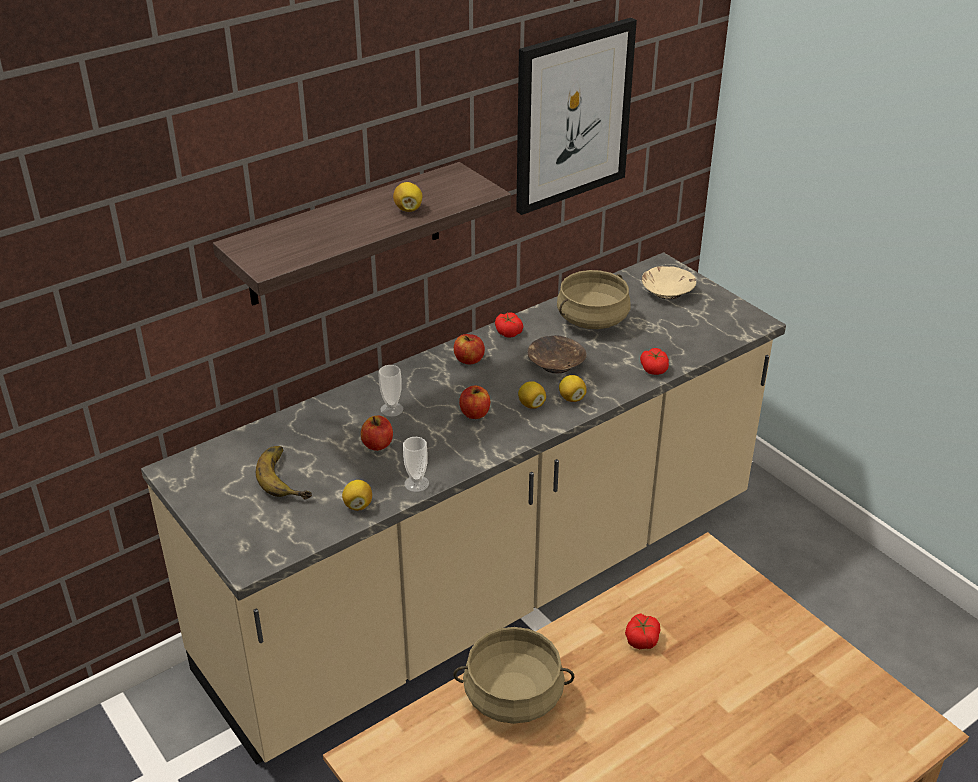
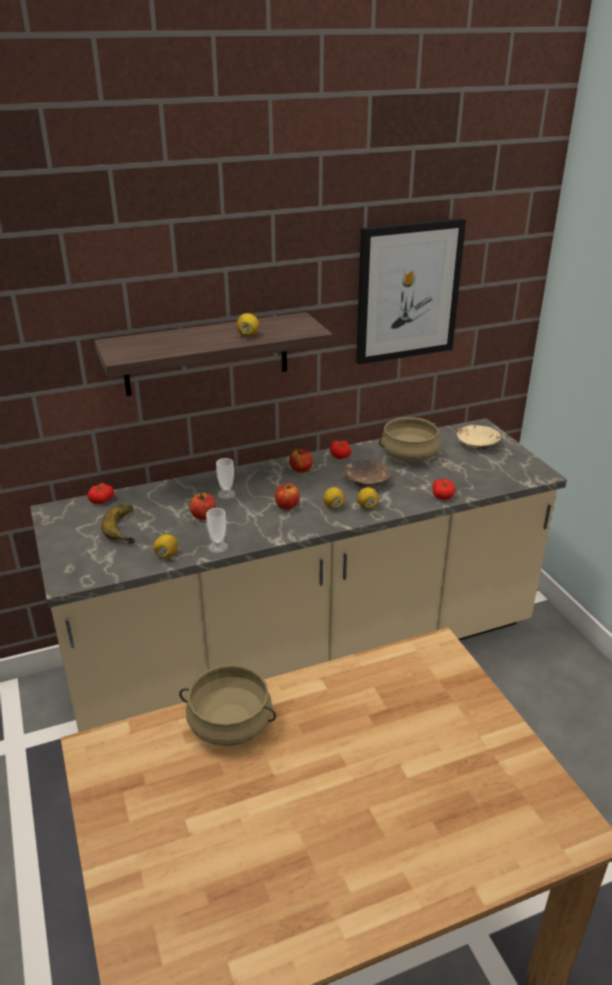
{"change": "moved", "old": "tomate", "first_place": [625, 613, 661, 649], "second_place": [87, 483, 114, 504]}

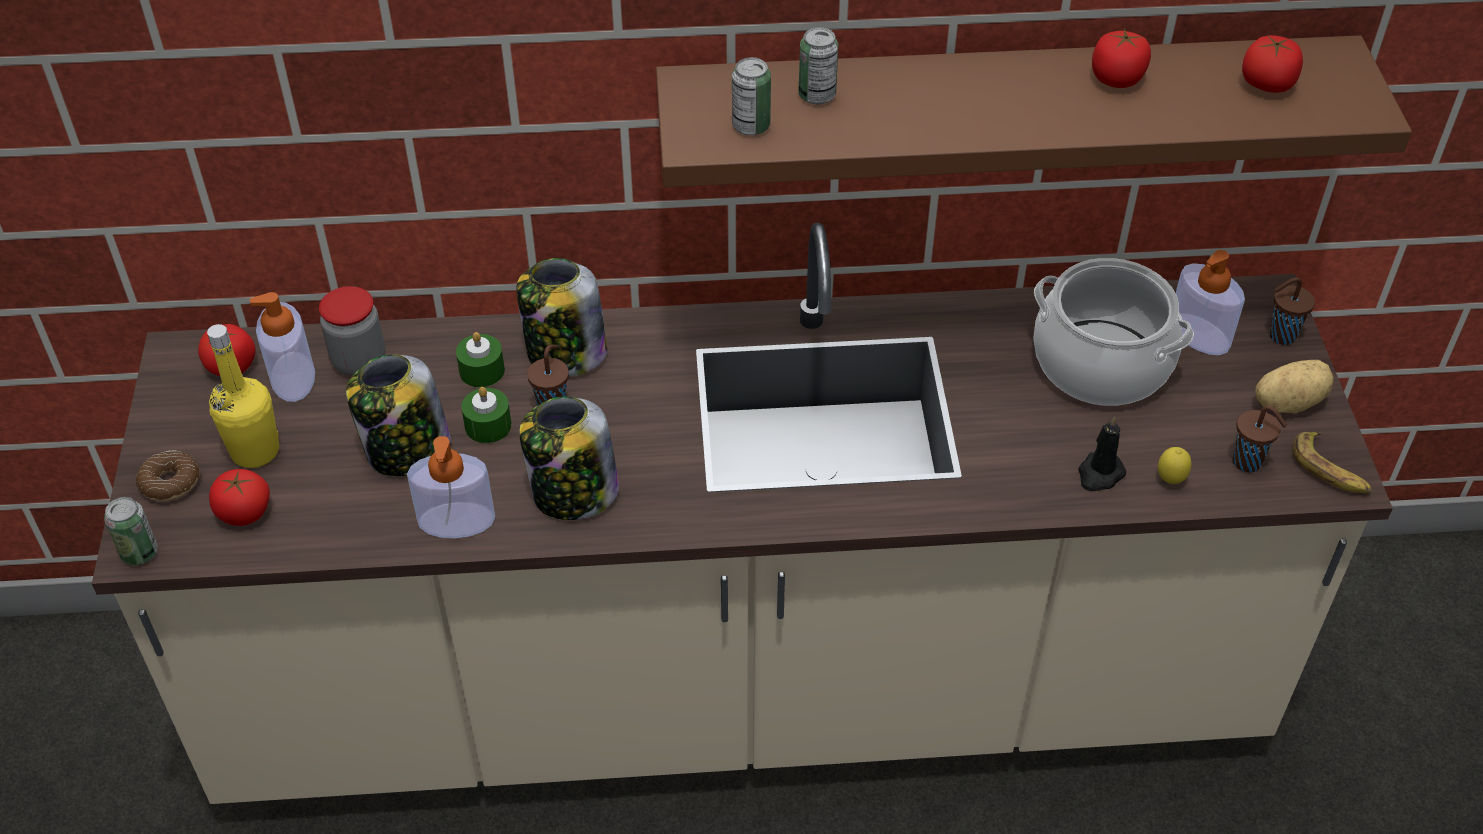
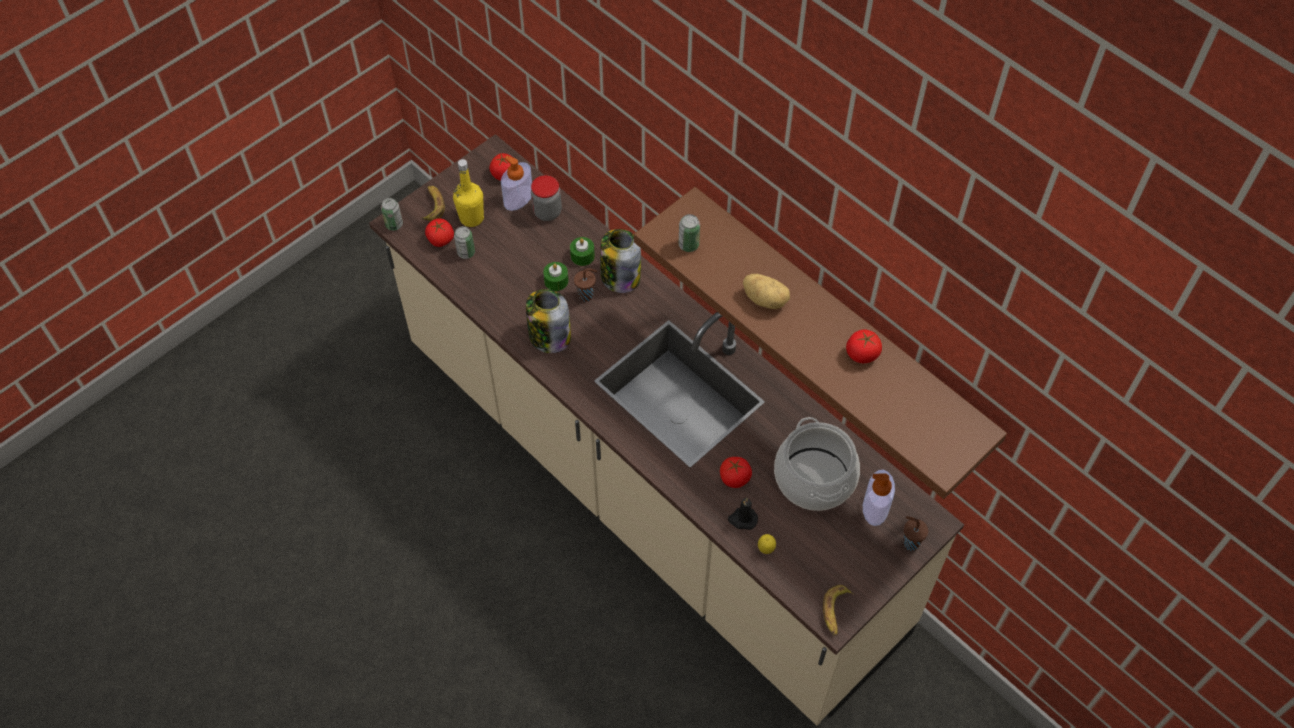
{"change": "replaced", "old": "rosquilla", "new": "plátano", "first_place": [136, 450, 200, 502], "second_place": [421, 185, 445, 221]}
{"change": "moved", "old": "lata", "first_place": [799, 27, 838, 104], "second_place": [454, 226, 475, 259]}
{"change": "moved", "old": "tomate", "first_place": [1242, 35, 1303, 93], "second_place": [720, 457, 752, 488]}
{"change": "moved", "old": "patata", "first_place": [1255, 360, 1334, 413], "second_place": [743, 274, 790, 309]}
{"change": "removed", "old": "tarro", "first_place": [346, 354, 451, 476]}
{"change": "removed", "old": "dispensador de jabón", "first_place": [407, 436, 495, 538]}
{"change": "removed", "old": "taza (marrón)", "first_place": [1232, 405, 1287, 472]}

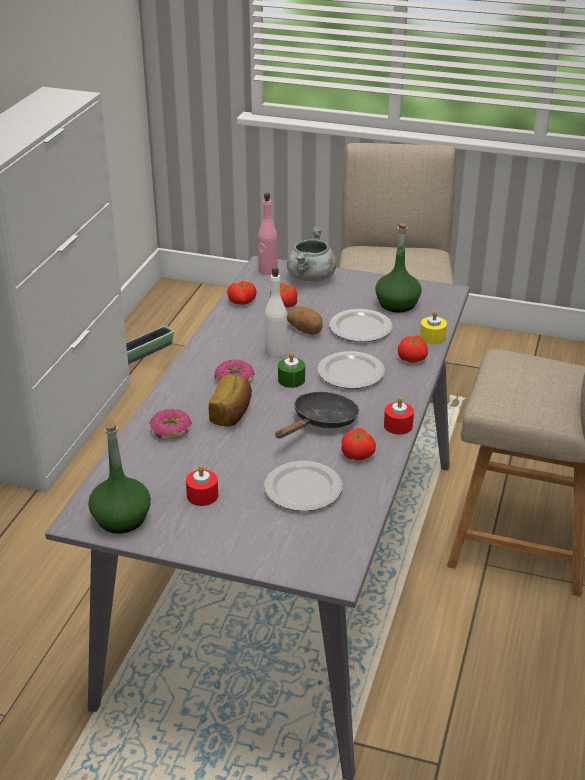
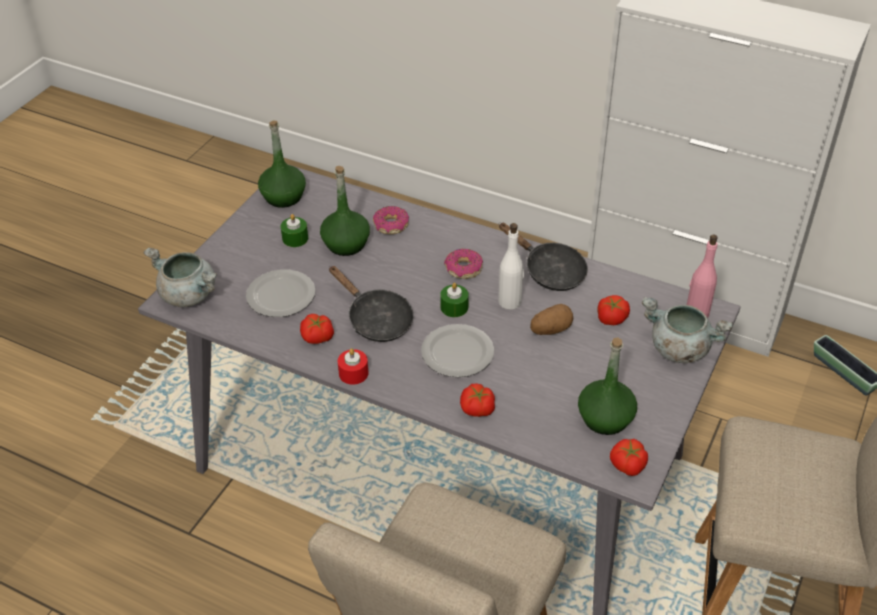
{"change": "added", "new": "olla (gris)", "second_place": [143, 247, 217, 307]}
{"change": "recoloured", "old": "vela (rojo)", "new": "vela (verde)", "first_place": [186, 466, 218, 506], "second_place": [281, 214, 308, 247]}
{"change": "added", "new": "botella (verde)", "second_place": [320, 166, 370, 256]}
{"change": "added", "new": "sartén (negro)", "second_place": [499, 223, 588, 291]}
{"change": "moved", "old": "tomate", "first_place": [227, 281, 256, 305], "second_place": [610, 439, 648, 476]}
{"change": "removed", "old": "pan", "first_place": [209, 375, 252, 427]}
{"change": "removed", "old": "plato", "first_place": [329, 309, 393, 342]}
{"change": "removed", "old": "vela (amarillo)", "first_place": [420, 311, 447, 344]}

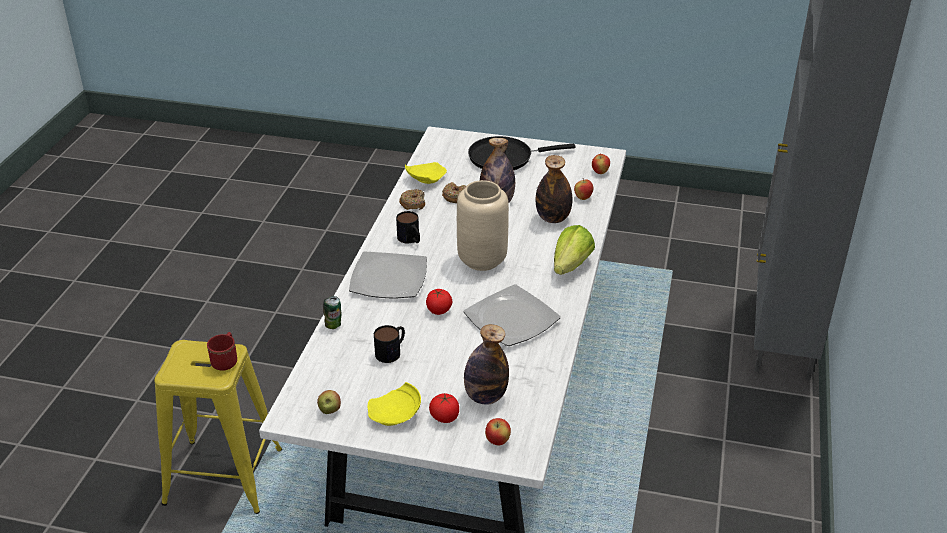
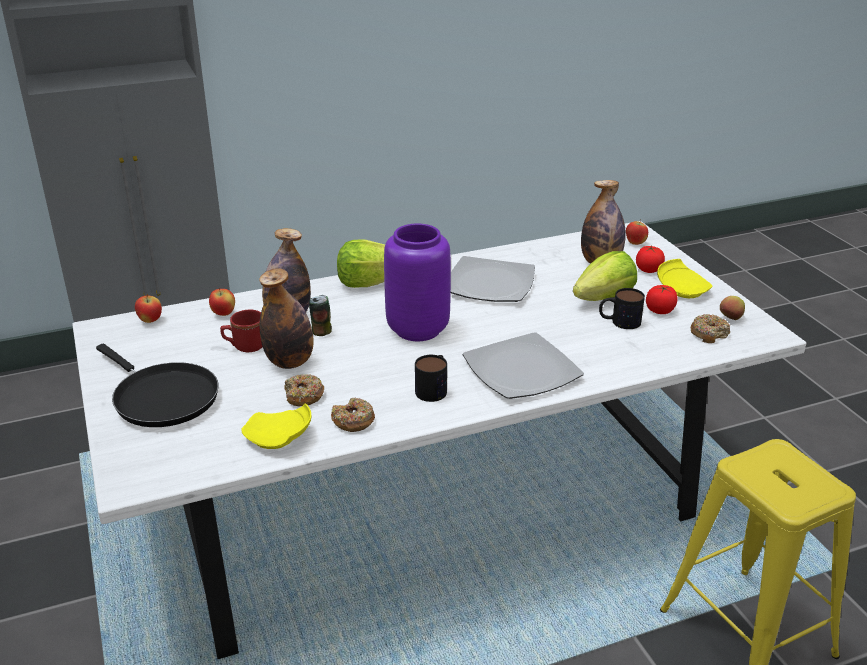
{"change": "moved", "old": "taza grande (rojo)", "first_place": [207, 332, 237, 371], "second_place": [220, 310, 262, 352]}
{"change": "moved", "old": "lata", "first_place": [323, 296, 341, 329], "second_place": [309, 295, 332, 336]}
{"change": "recoloured", "old": "florero (beis)", "new": "florero (morado)", "first_place": [457, 180, 509, 271], "second_place": [384, 223, 451, 341]}
{"change": "added", "new": "lechuga", "second_place": [573, 251, 637, 301]}
{"change": "moved", "old": "tomate", "first_place": [426, 289, 452, 315], "second_place": [646, 285, 678, 314]}
{"change": "added", "new": "rosquilla", "second_place": [691, 314, 730, 343]}

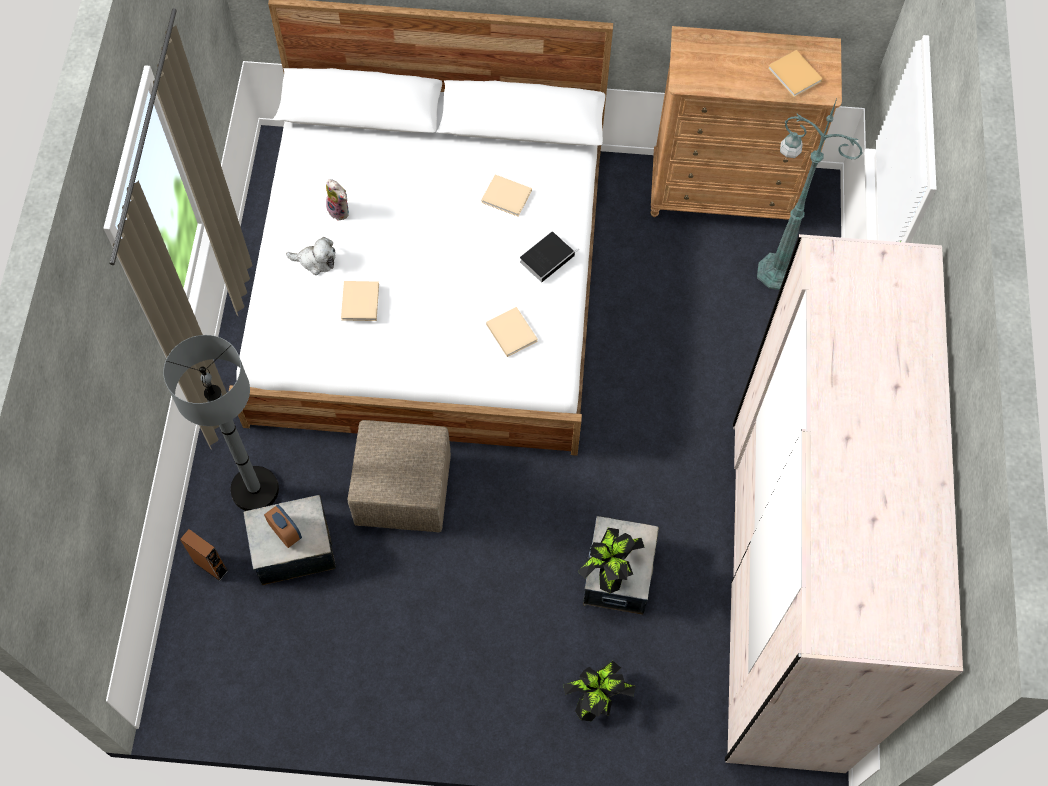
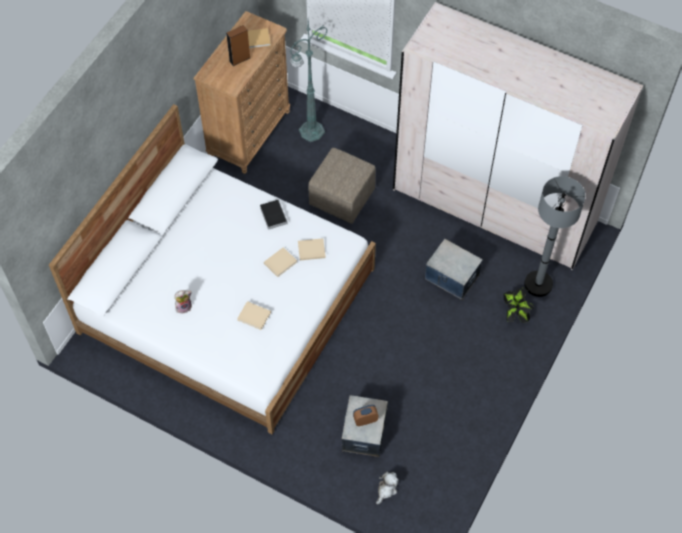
{"change": "moved", "old": "altavoz (marrón)", "first_place": [180, 529, 228, 581], "second_place": [226, 25, 250, 66]}
{"change": "moved", "old": "libro (beis)", "first_place": [481, 174, 532, 217], "second_place": [264, 247, 297, 277]}
{"change": "moved", "old": "puf (beis)", "first_place": [348, 420, 451, 533], "second_place": [308, 148, 376, 224]}
{"change": "moved", "old": "peluche", "first_place": [286, 237, 336, 275], "second_place": [376, 471, 399, 504]}
{"change": "moved", "old": "lámpara de pie (gris)", "first_place": [163, 335, 279, 511], "second_place": [524, 176, 586, 297]}
{"change": "removed", "old": "planta en maceta", "first_place": [578, 528, 645, 593]}

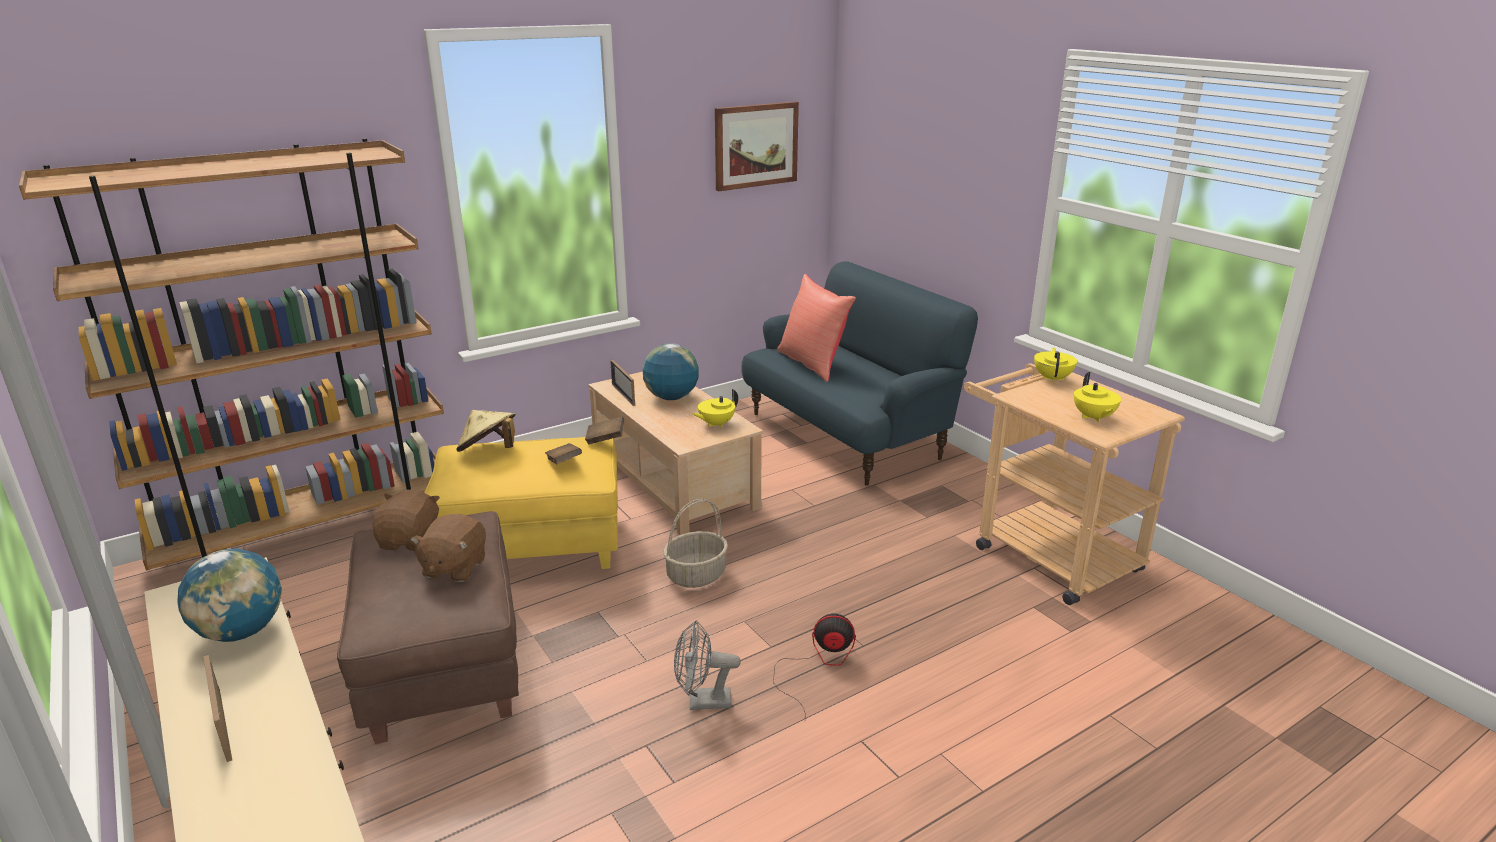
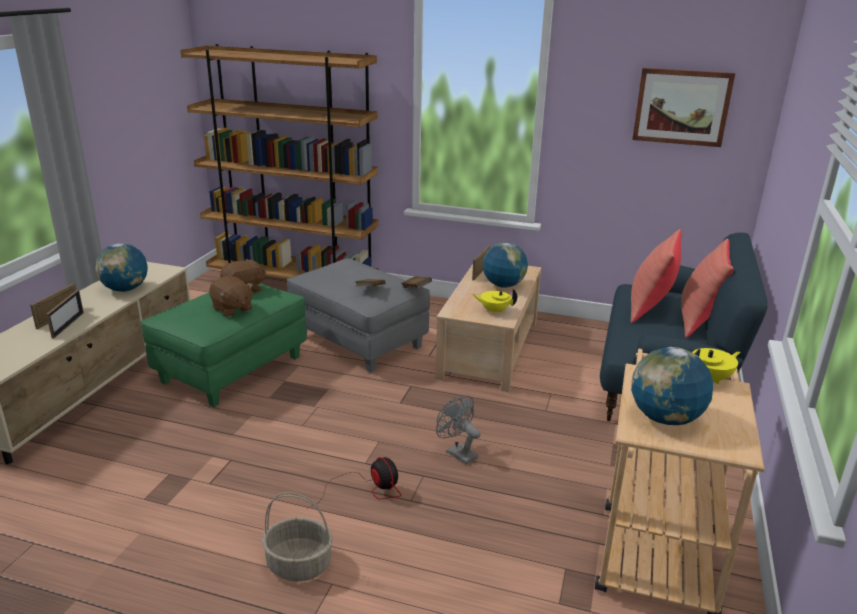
{"change": "added", "new": "portarretratos", "second_place": [46, 290, 84, 339]}
{"change": "recoloured", "old": "puf (marrón)", "new": "puf (verde)", "first_place": [337, 511, 519, 744], "second_place": [141, 283, 307, 407]}
{"change": "turned", "old": "peluche (marrón)", "first_place": [411, 514, 486, 582], "second_place": [209, 276, 254, 317], "degrees": -105}
{"change": "moved", "old": "cesta", "first_place": [663, 499, 728, 588], "second_place": [262, 492, 333, 581]}
{"change": "recoloured", "old": "puf (amarillo)", "new": "puf (gris)", "first_place": [424, 437, 618, 569], "second_place": [287, 258, 430, 373]}
{"change": "moved", "old": "ventilador (gris)", "first_place": [674, 620, 741, 710], "second_place": [436, 396, 481, 465]}
{"change": "replaced", "old": "tetera (amarillo)", "new": "globo terráqueo", "first_place": [1074, 372, 1121, 423], "second_place": [631, 347, 713, 425]}
{"change": "added", "new": "cojín (rojo)", "second_place": [681, 239, 734, 338]}
{"change": "removed", "old": "sombrero (beis)", "first_place": [457, 410, 516, 452]}

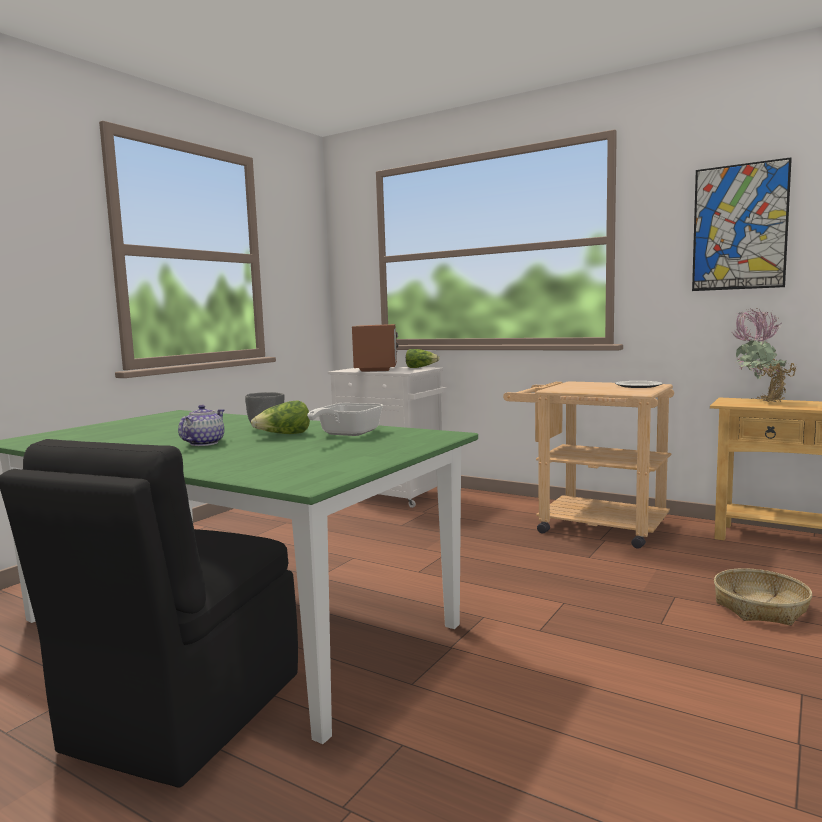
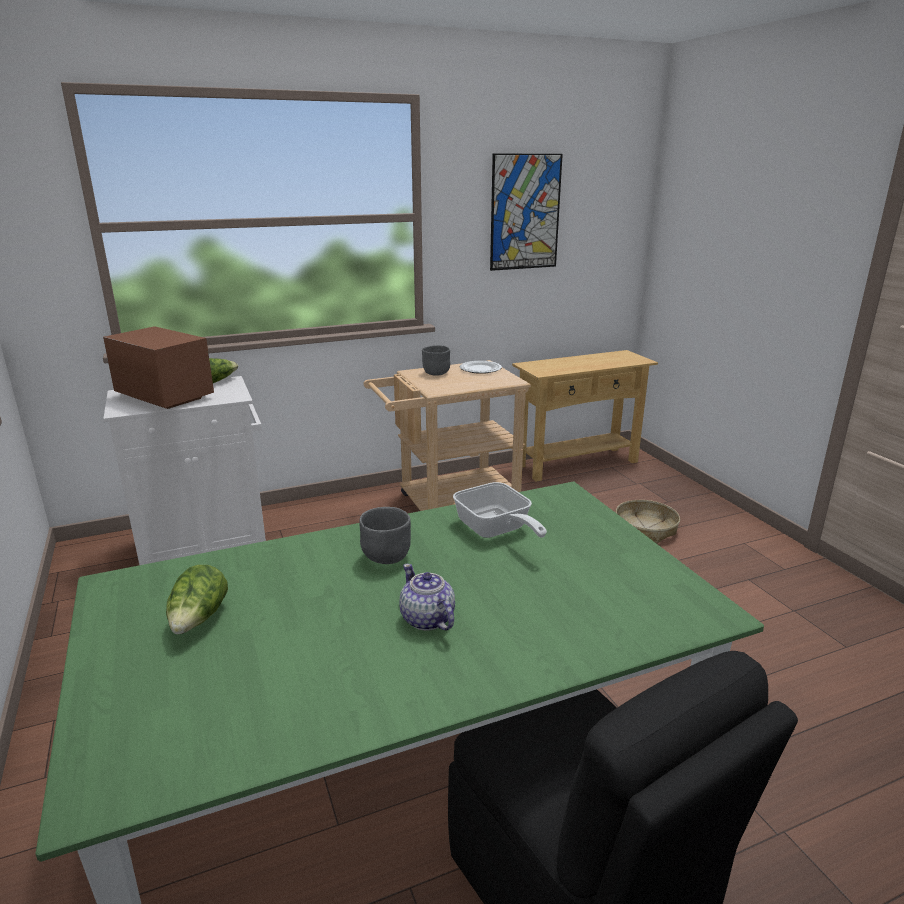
{"change": "moved", "old": "lechuga", "first_place": [251, 400, 310, 434], "second_place": [166, 565, 228, 634]}
{"change": "added", "new": "cuenco (gris)", "second_place": [422, 345, 450, 376]}
{"change": "removed", "old": "planta en maceta", "first_place": [732, 309, 796, 402]}

